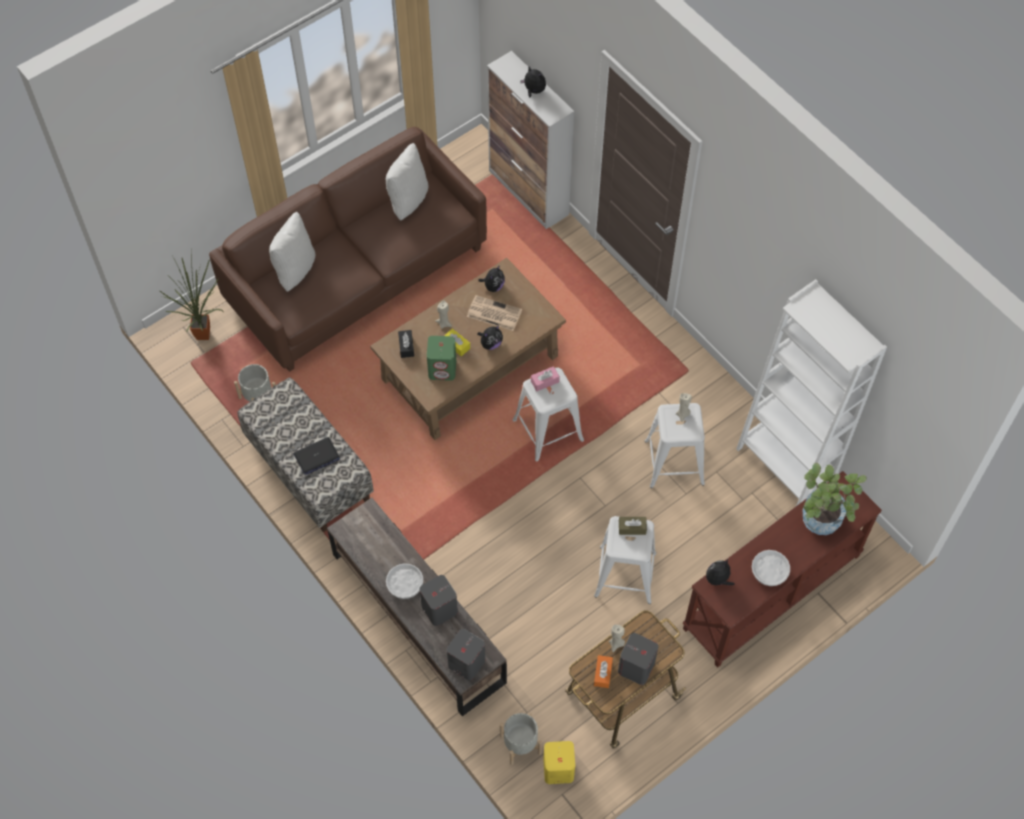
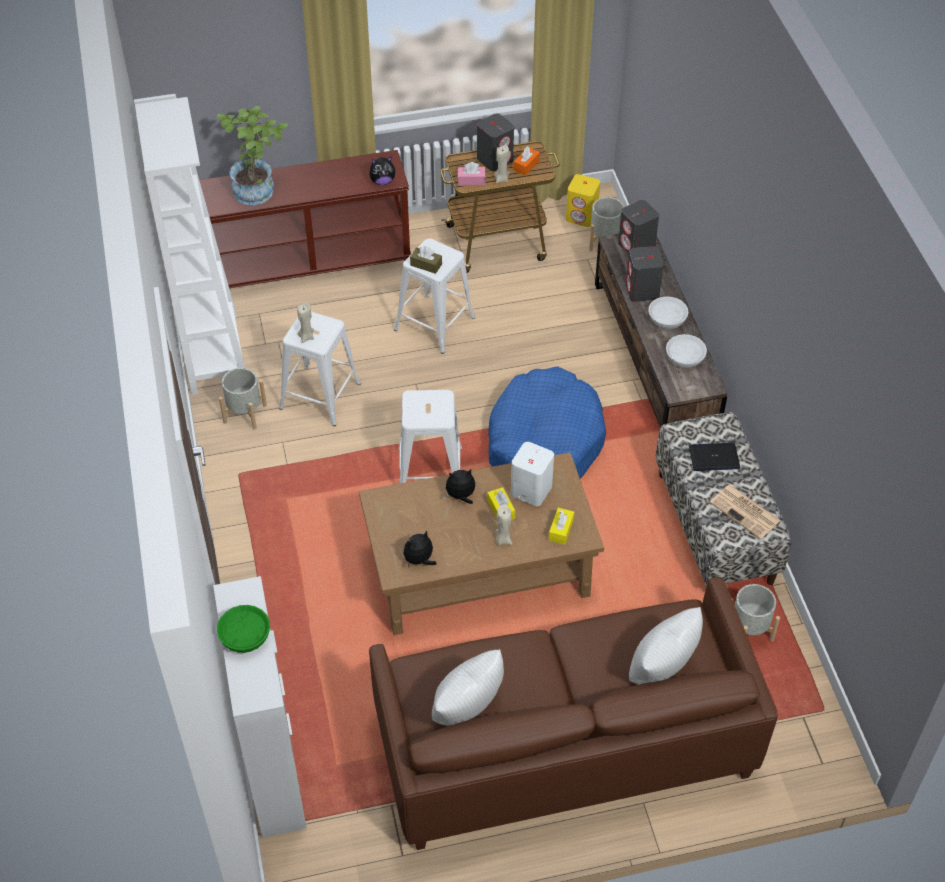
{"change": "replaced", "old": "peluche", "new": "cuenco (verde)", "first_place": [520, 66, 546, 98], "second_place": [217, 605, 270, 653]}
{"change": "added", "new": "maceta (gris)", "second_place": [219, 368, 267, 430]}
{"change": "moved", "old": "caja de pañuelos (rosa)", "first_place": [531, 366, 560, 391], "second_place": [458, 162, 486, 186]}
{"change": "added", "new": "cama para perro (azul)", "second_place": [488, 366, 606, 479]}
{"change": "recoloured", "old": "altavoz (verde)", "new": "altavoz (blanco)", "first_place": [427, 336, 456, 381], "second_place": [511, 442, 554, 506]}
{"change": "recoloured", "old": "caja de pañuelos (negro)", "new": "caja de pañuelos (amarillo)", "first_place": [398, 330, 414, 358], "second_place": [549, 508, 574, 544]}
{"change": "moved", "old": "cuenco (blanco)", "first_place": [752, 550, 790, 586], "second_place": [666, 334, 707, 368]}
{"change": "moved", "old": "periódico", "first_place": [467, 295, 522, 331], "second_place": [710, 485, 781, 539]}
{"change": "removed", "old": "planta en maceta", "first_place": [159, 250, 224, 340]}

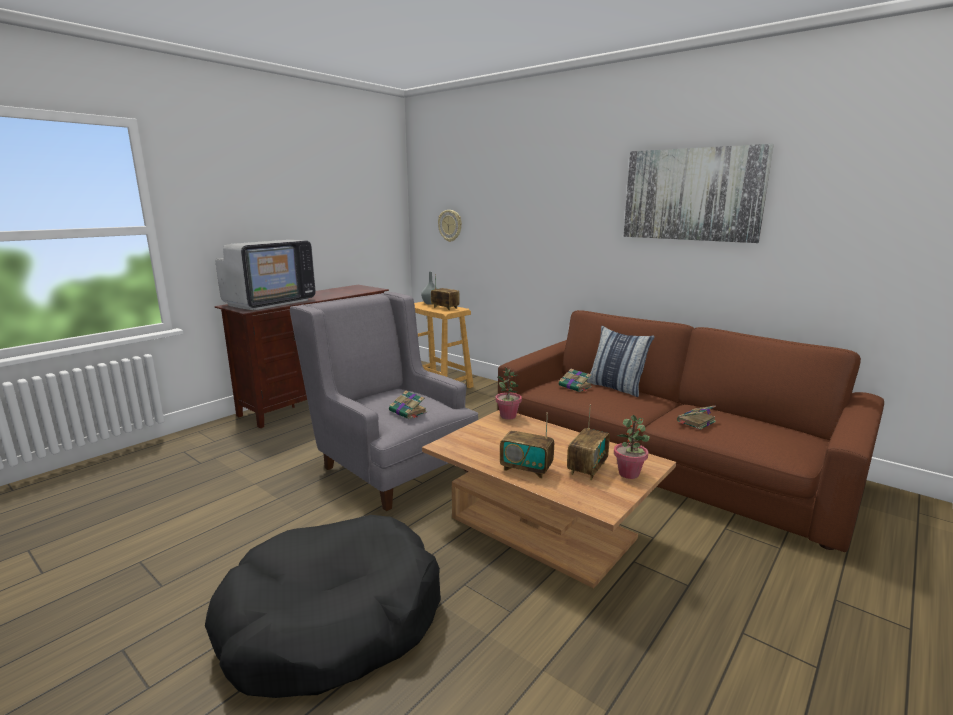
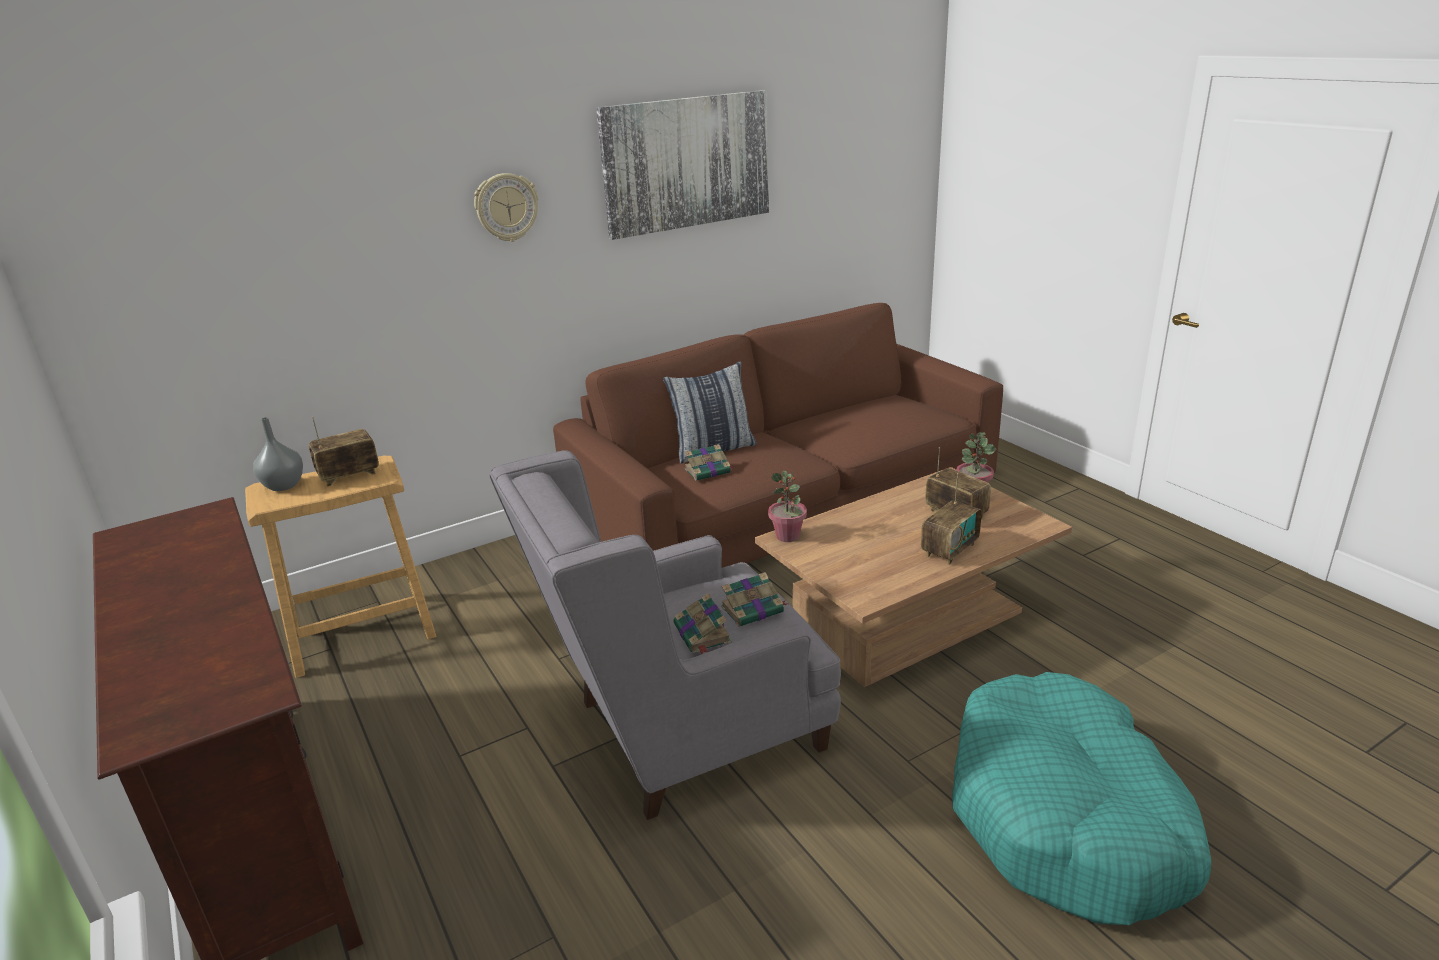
{"change": "moved", "old": "reloj de pared", "first_place": [438, 210, 462, 242], "second_place": [474, 173, 538, 242]}
{"change": "moved", "old": "libro", "first_place": [677, 405, 716, 430], "second_place": [673, 593, 732, 654]}
{"change": "recoloured", "old": "cama para perro (negro)", "new": "cama para perro (turquesa)", "first_place": [205, 515, 441, 698], "second_place": [952, 672, 1211, 925]}
{"change": "removed", "old": "televisor", "first_place": [215, 240, 316, 310]}

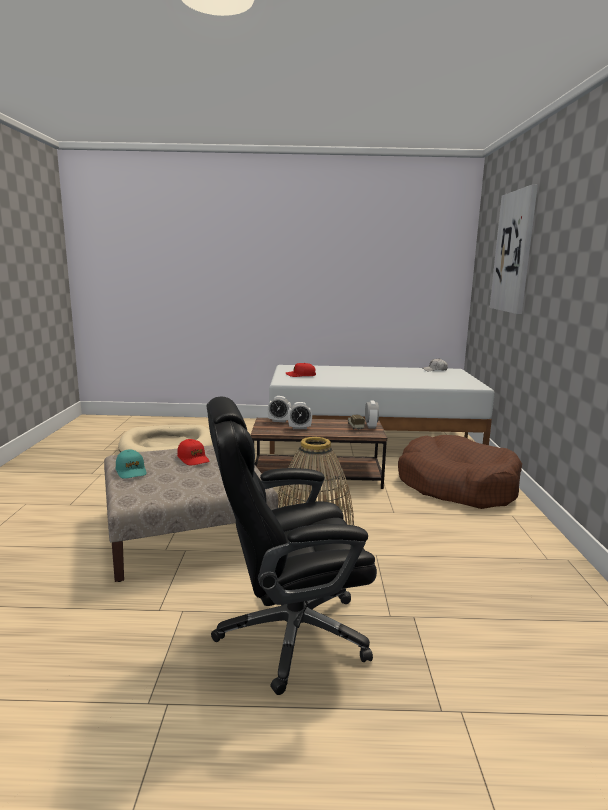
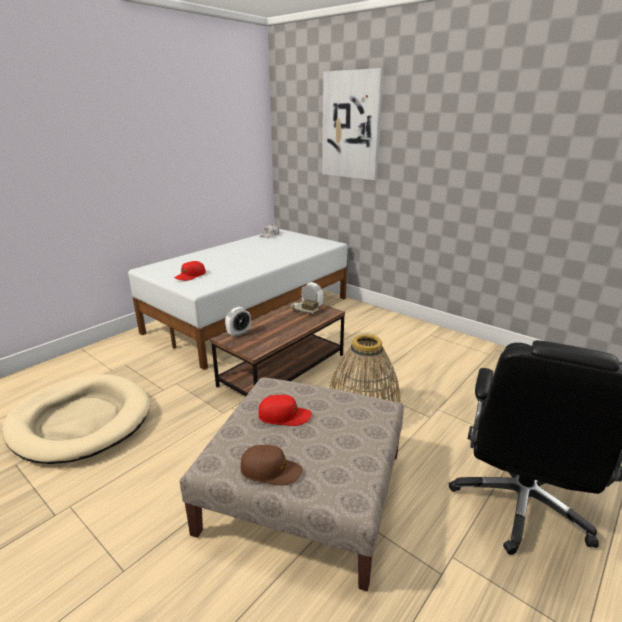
{"change": "recoloured", "old": "gorra (turquesa)", "new": "gorra (marrón)", "first_place": [116, 449, 147, 479], "second_place": [240, 445, 303, 486]}
{"change": "removed", "old": "despertador", "first_place": [288, 402, 312, 429]}
{"change": "removed", "old": "cama para perro (marrón)", "first_place": [398, 435, 522, 509]}

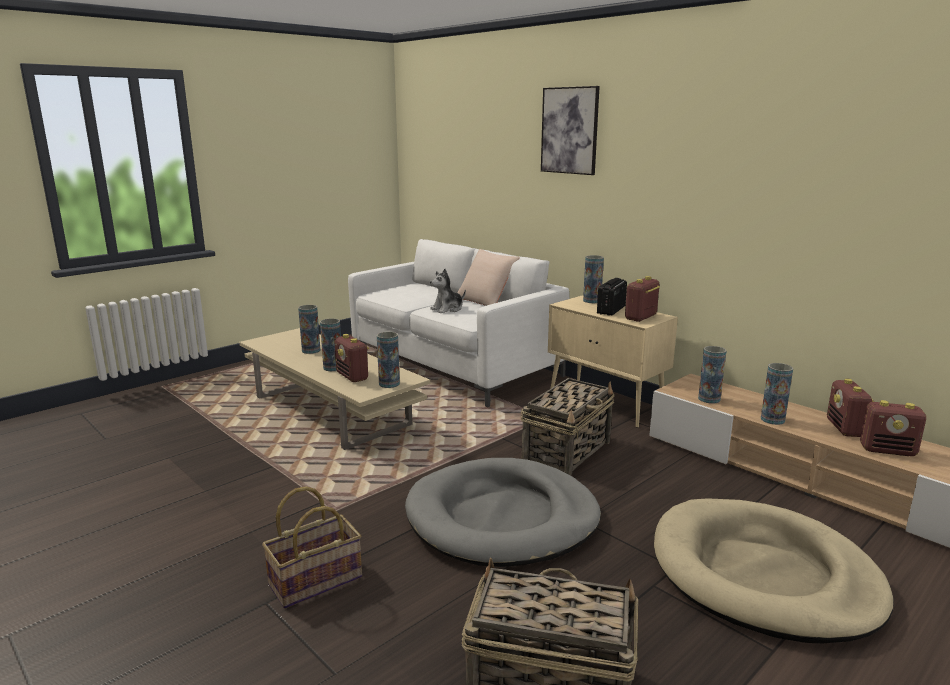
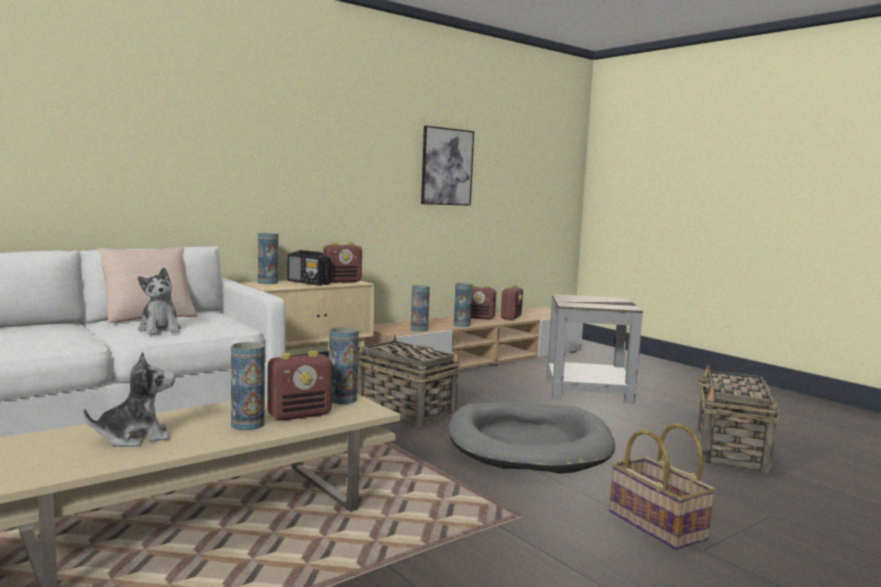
{"change": "replaced", "old": "florero", "new": "peluche", "first_place": [298, 305, 320, 354], "second_place": [84, 351, 175, 447]}
{"change": "turned", "old": "radio", "first_place": [625, 276, 660, 322], "second_place": [323, 242, 362, 283], "degrees": -75}
{"change": "moved", "old": "cuadro", "first_place": [541, 86, 600, 175], "second_place": [421, 126, 474, 206]}
{"change": "replaced", "old": "cama para perro (beis)", "new": "mesa auxiliar (gris)", "first_place": [654, 498, 894, 643], "second_place": [547, 294, 643, 404]}

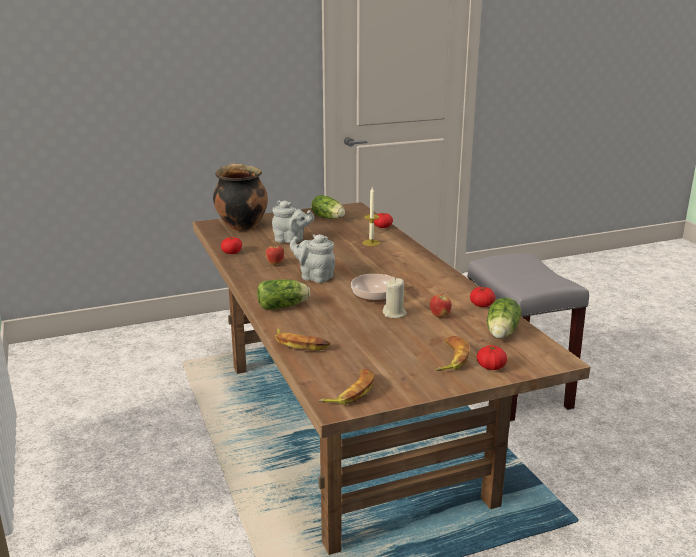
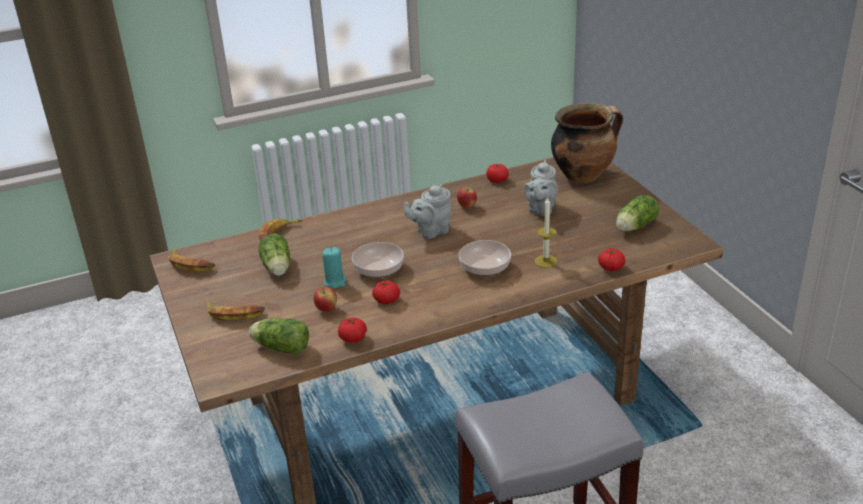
{"change": "moved", "old": "lechuga", "first_place": [257, 279, 310, 310], "second_place": [258, 233, 290, 276]}
{"change": "recoloured", "old": "vela (beis)", "new": "vela (turquesa)", "first_place": [383, 278, 407, 318], "second_place": [322, 247, 347, 289]}
{"change": "moved", "old": "tomate", "first_place": [477, 345, 507, 370], "second_place": [372, 281, 400, 304]}
{"change": "turned", "old": "tetera (gris)", "first_place": [290, 234, 335, 283], "second_place": [404, 184, 452, 239], "degrees": -150}
{"change": "added", "new": "cuenco", "second_place": [459, 240, 511, 276]}

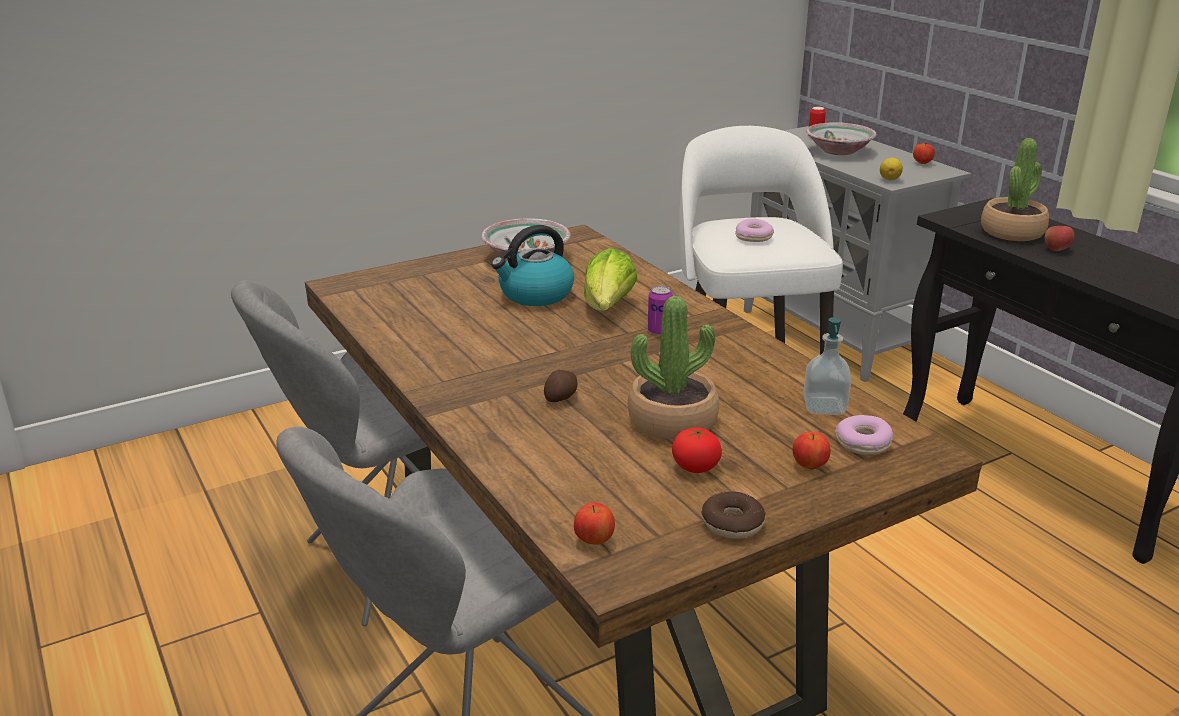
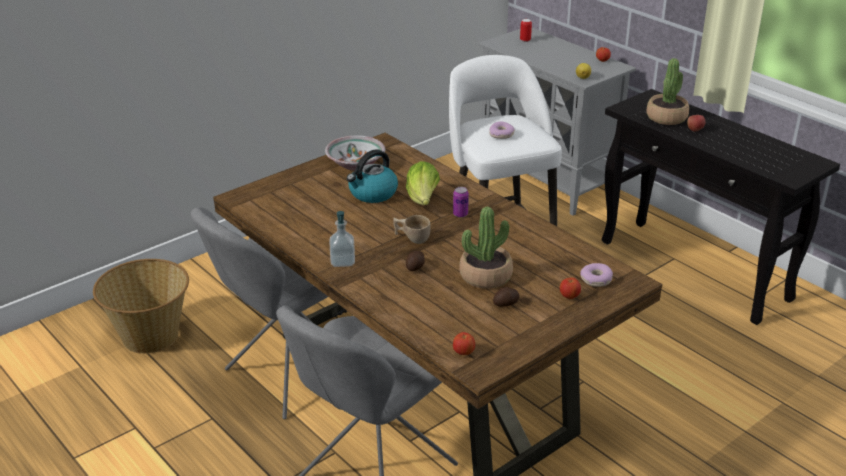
{"change": "added", "new": "cesta", "second_place": [93, 259, 189, 354]}
{"change": "moved", "old": "dispensador de jabón", "first_place": [803, 317, 851, 415], "second_place": [329, 211, 355, 267]}
{"change": "added", "new": "taza (beis)", "second_place": [393, 215, 431, 244]}
{"change": "replaced", "old": "tomate", "new": "patata", "first_place": [672, 427, 722, 473], "second_place": [493, 287, 519, 306]}
{"change": "removed", "old": "rosquilla", "first_place": [701, 491, 766, 539]}
{"change": "removed", "old": "cuenco", "first_place": [806, 122, 877, 155]}

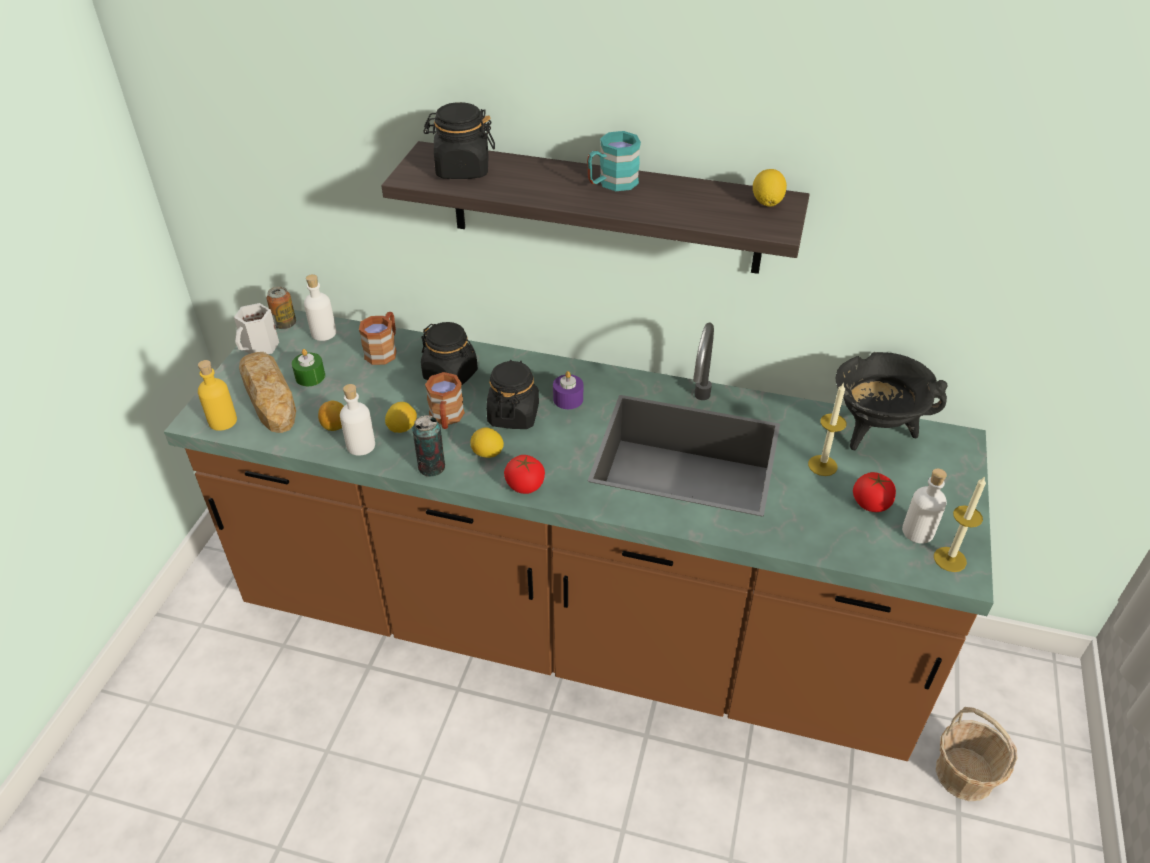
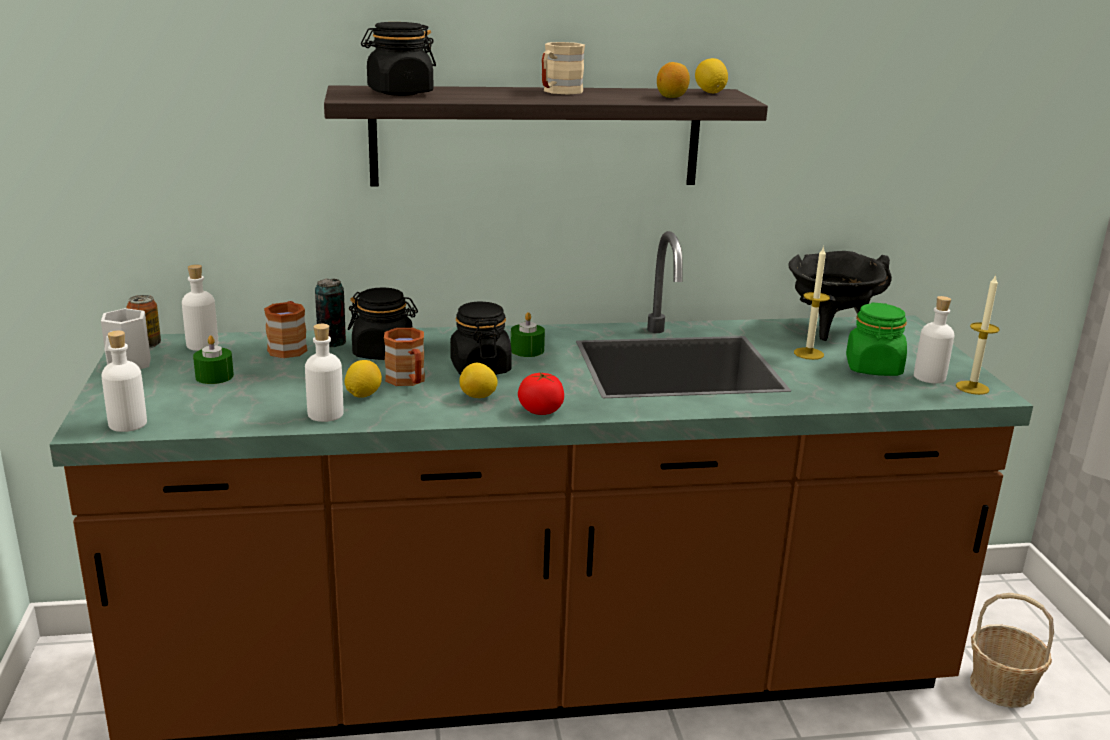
{"change": "recoloured", "old": "botella (amarillo)", "new": "botella (blanco)", "first_place": [198, 360, 237, 431], "second_place": [101, 331, 147, 432]}
{"change": "moved", "old": "lata", "first_place": [412, 415, 445, 477], "second_place": [315, 279, 346, 347]}
{"change": "recoloured", "old": "vela (morado)", "new": "vela (verde)", "first_place": [553, 371, 583, 409], "second_place": [511, 312, 545, 357]}
{"change": "recoloured", "old": "taza grande (turquesa)", "new": "taza grande (beis)", "first_place": [587, 131, 641, 191], "second_place": [542, 42, 585, 95]}
{"change": "moved", "old": "limón", "first_place": [318, 401, 344, 431], "second_place": [657, 62, 690, 98]}
{"change": "replaced", "old": "tomate", "new": "tarro (verde)", "first_place": [853, 472, 896, 512], "second_place": [846, 302, 907, 376]}
{"change": "removed", "old": "pan", "first_place": [239, 352, 296, 433]}

